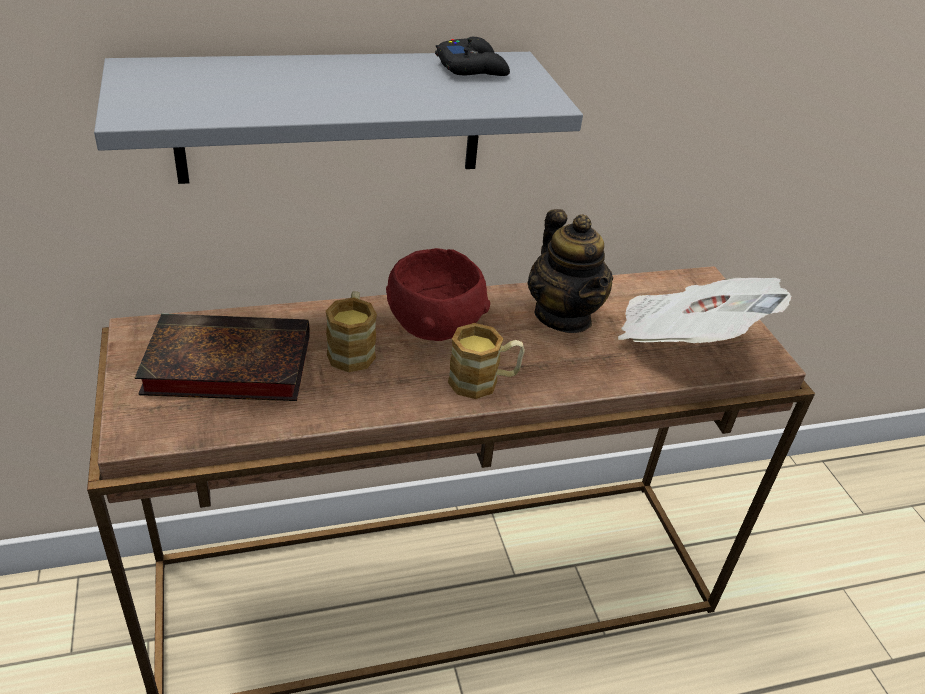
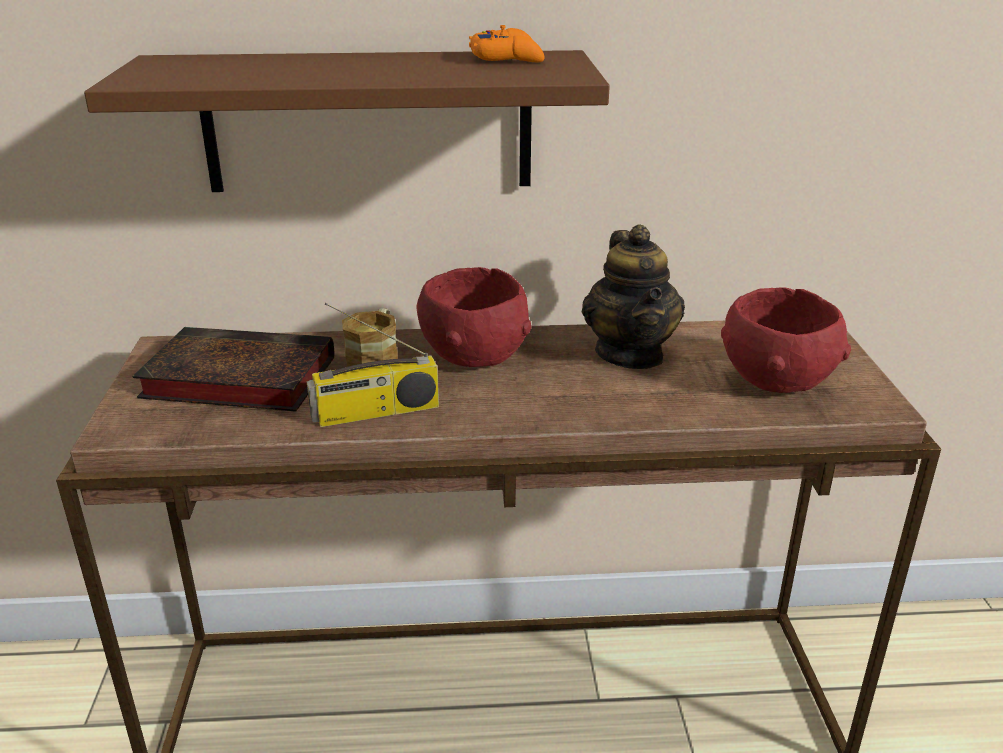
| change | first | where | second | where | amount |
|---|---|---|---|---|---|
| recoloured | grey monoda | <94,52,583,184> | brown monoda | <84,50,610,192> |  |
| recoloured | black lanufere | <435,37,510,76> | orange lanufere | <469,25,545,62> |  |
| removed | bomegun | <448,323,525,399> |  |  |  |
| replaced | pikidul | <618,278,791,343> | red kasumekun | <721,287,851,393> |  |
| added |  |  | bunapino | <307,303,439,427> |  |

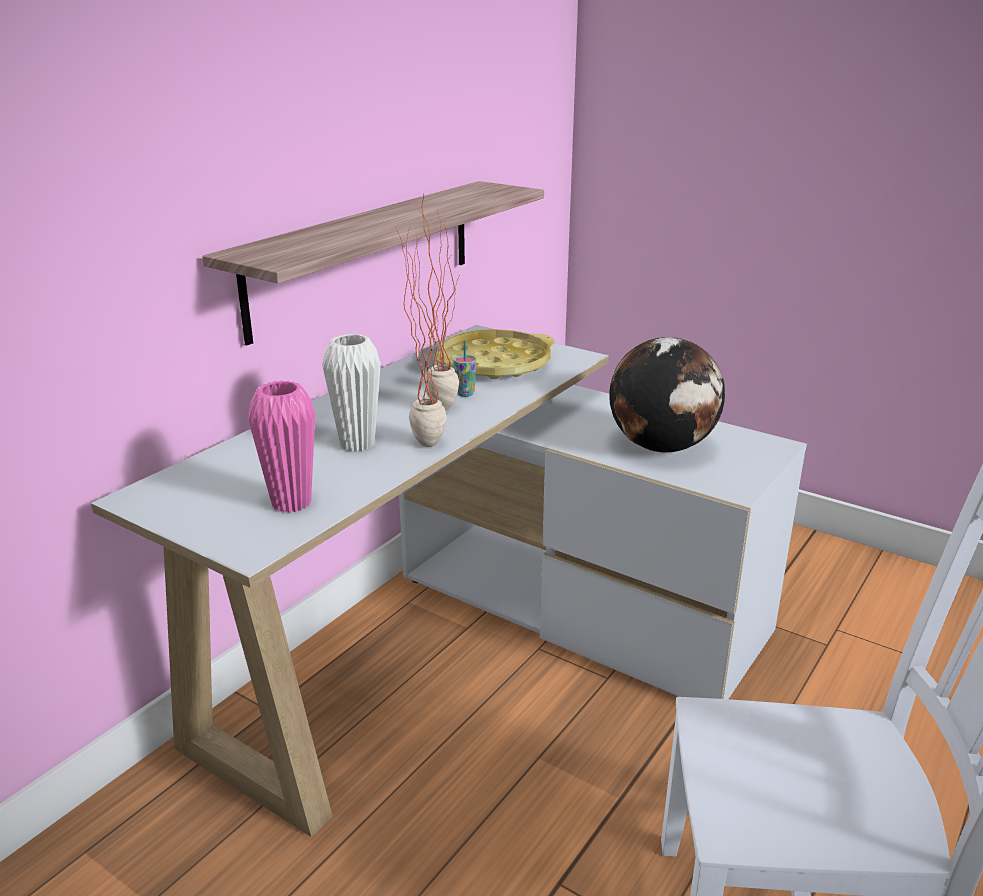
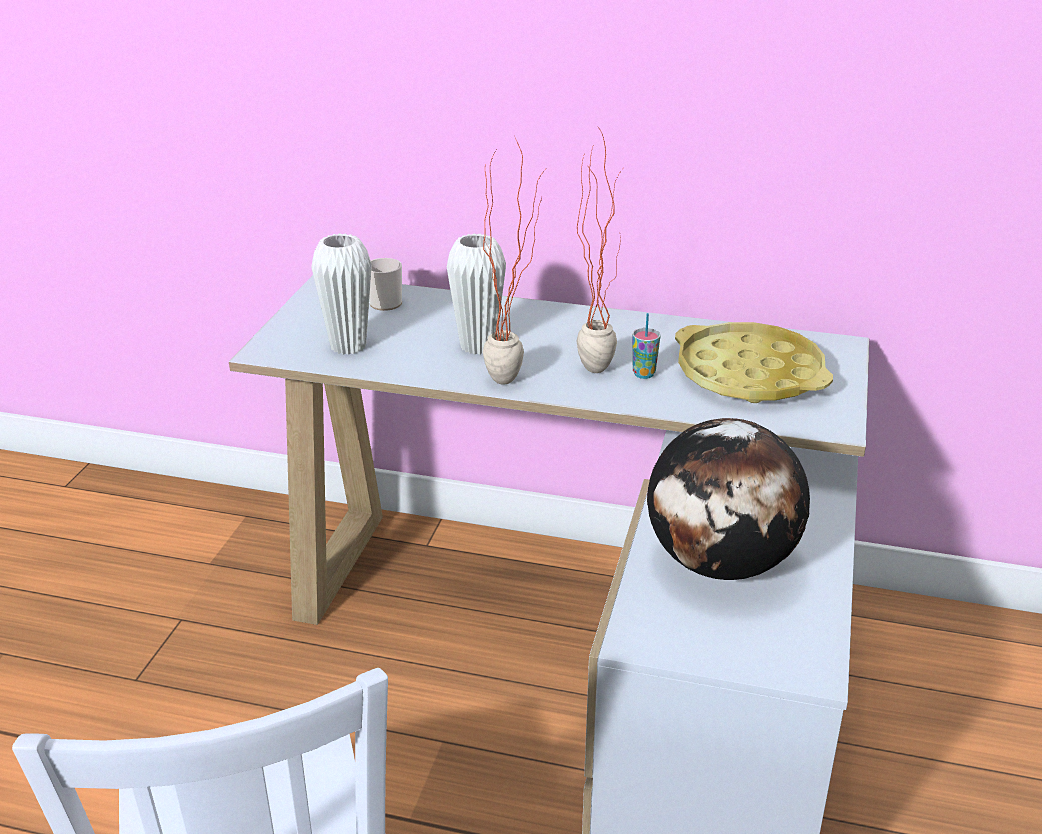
| change | first | where | second | where | amount |
|---|---|---|---|---|---|
| removed | monoda | <202,181,544,345> |  |  |  |
| recoloured | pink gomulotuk | <248,380,315,513> | white gomulotuk | <311,233,372,355> |  |
| added |  |  | bomegun | <369,258,402,311> |  |

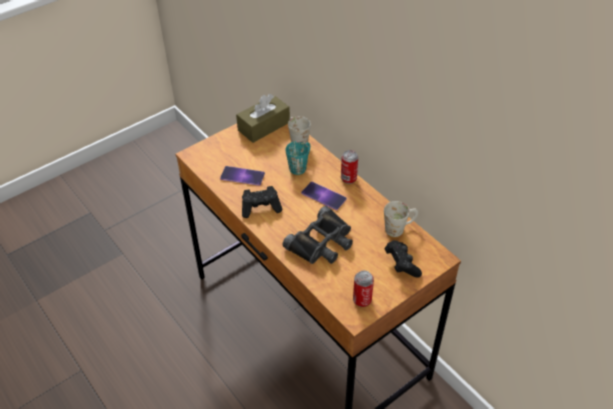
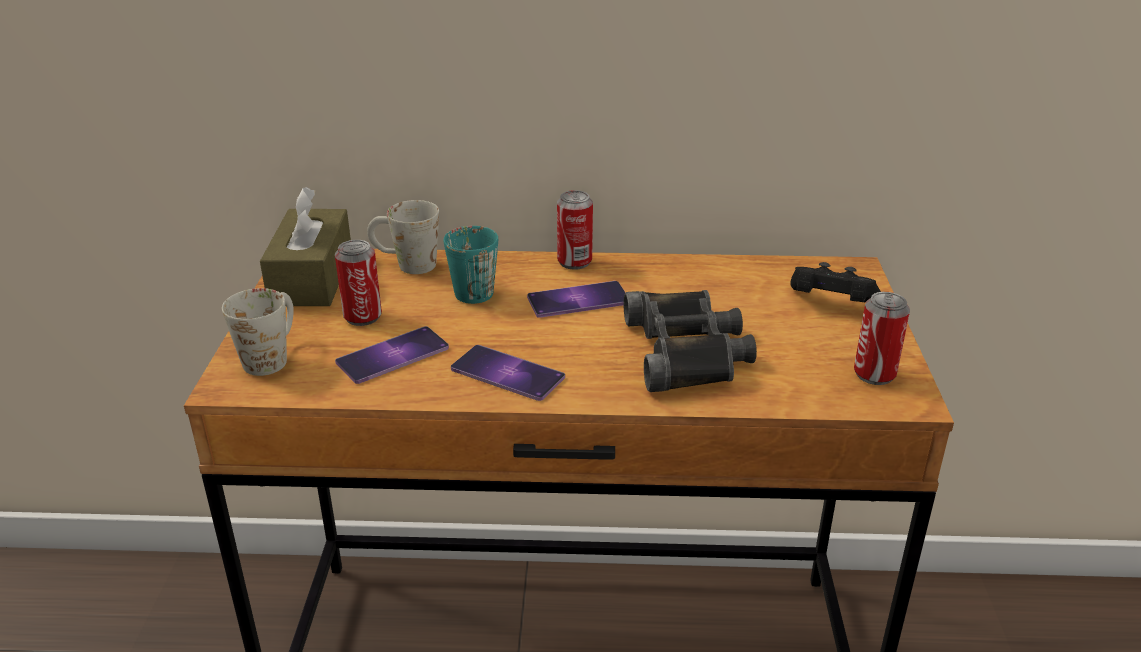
| change | first | where | second | where | amount |
|---|---|---|---|---|---|
| replaced | black lanufere | <242,186,282,218> | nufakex | <451,345,565,401> |  |
| moved | white bomegun | <384,201,418,237> |  | <222,288,294,376> |  |
| added |  |  | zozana | <335,240,382,326> |  |

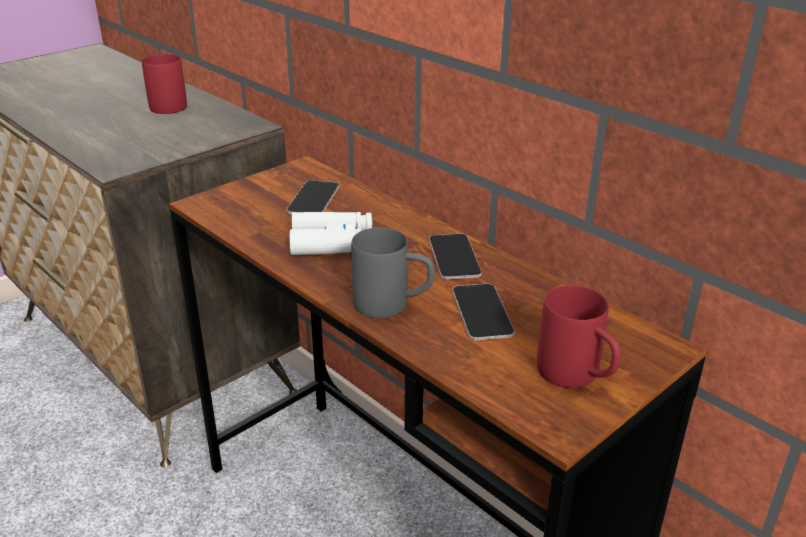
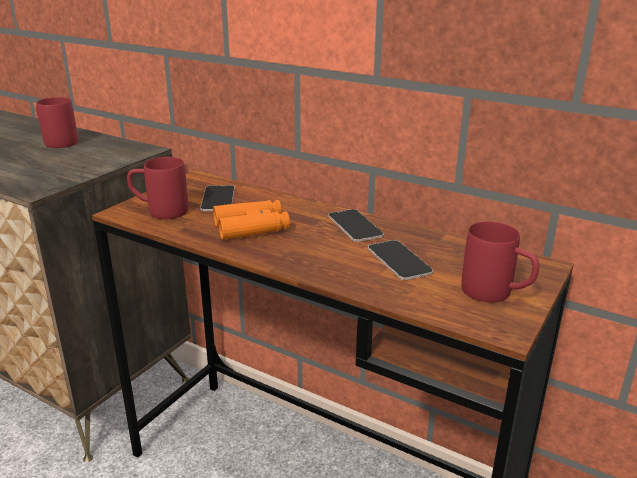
| change | first | where | second | where | amount |
|---|---|---|---|---|---|
| recoloured | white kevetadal | <290,212,372,255> | orange kevetadal | <213,200,290,240> |  |
| removed | grey bomegun | <351,227,435,318> |  |  |  |
| added |  |  | red bomegun | <127,157,188,219> |  |

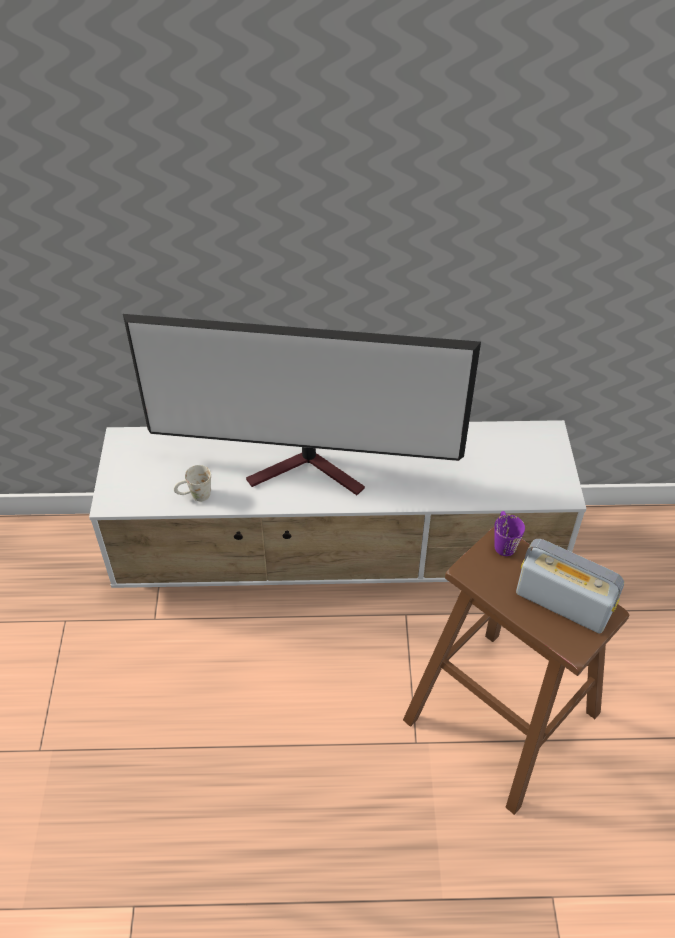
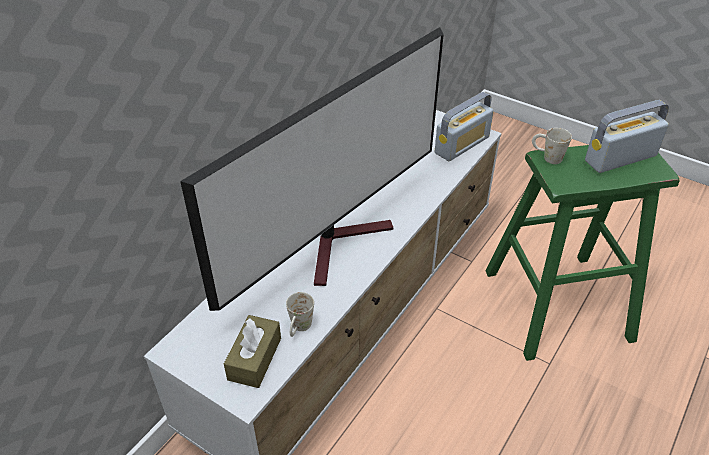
| change | first | where | second | where | amount |
|---|---|---|---|---|---|
| recoloured | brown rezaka | <403,527,629,815> | green rezaka | <486,145,679,361> |  |
| recoloured | purple bomegun | <494,511,525,556> | white bomegun | <532,128,572,164> |  |
| added |  |  | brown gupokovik | <224,315,281,388> |  |
| added |  |  | bunapino | <435,92,494,161> |  |

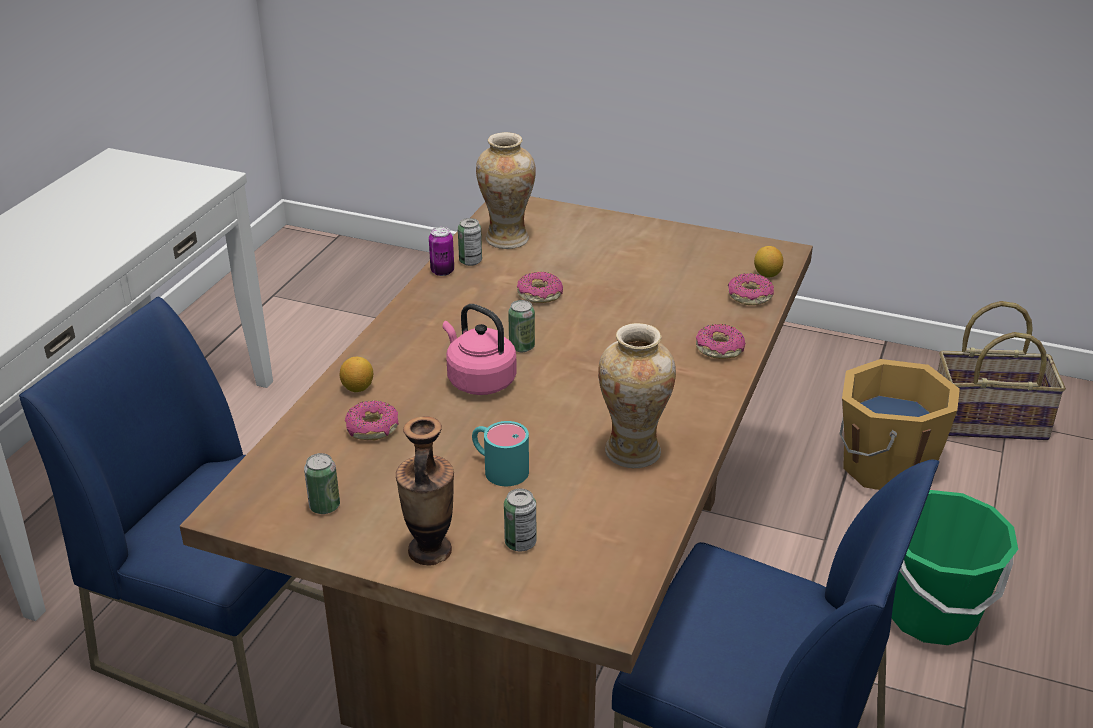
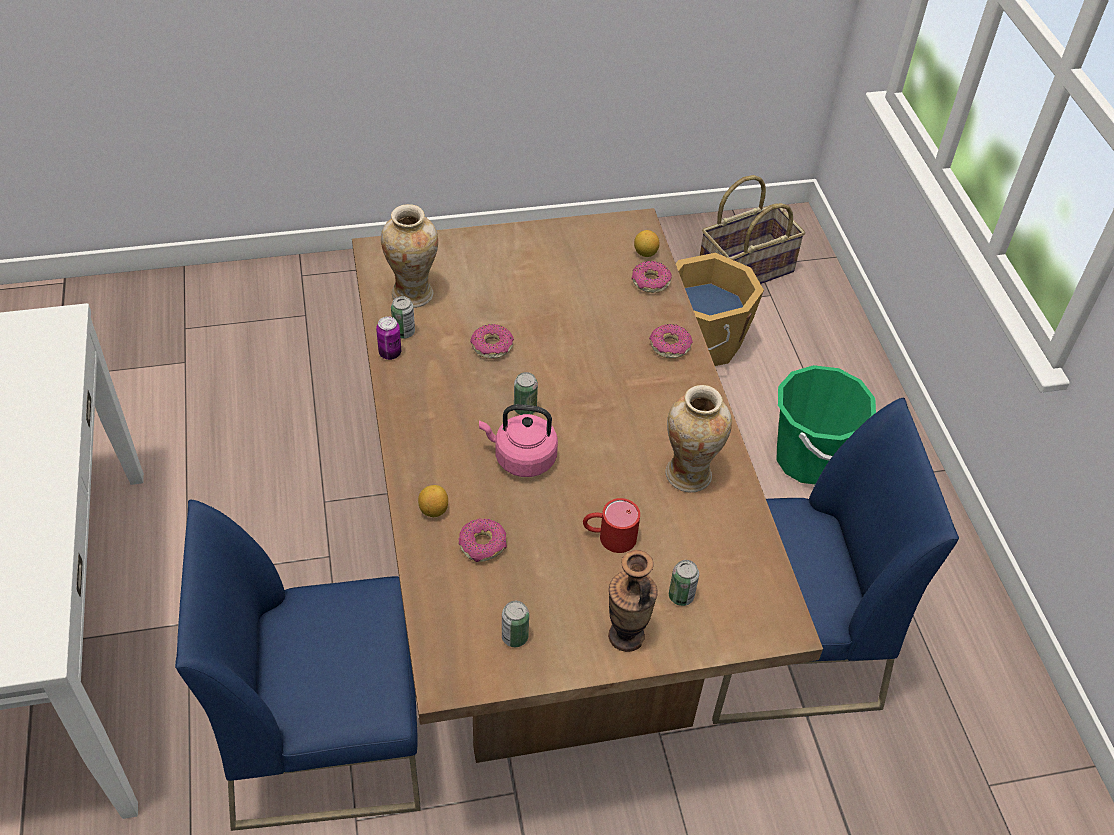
| change | first | where | second | where | amount |
|---|---|---|---|---|---|
| recoloured | turquoise bomegun | <472,421,529,486> | red bomegun | <583,498,640,553> |  |

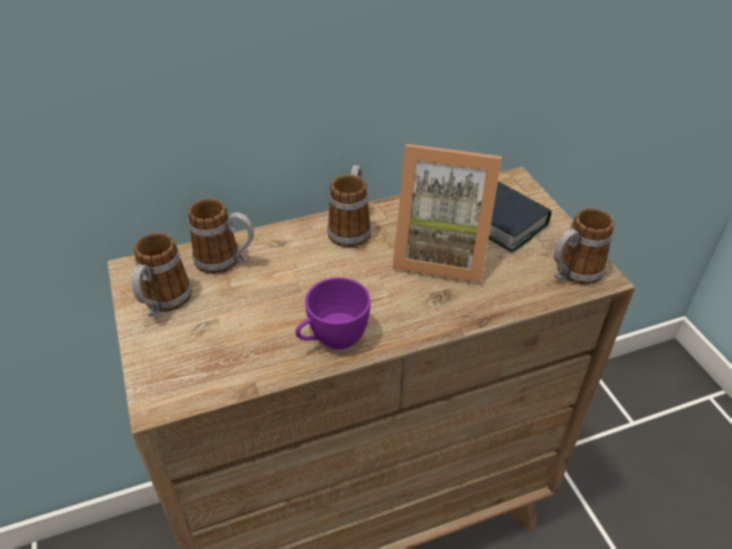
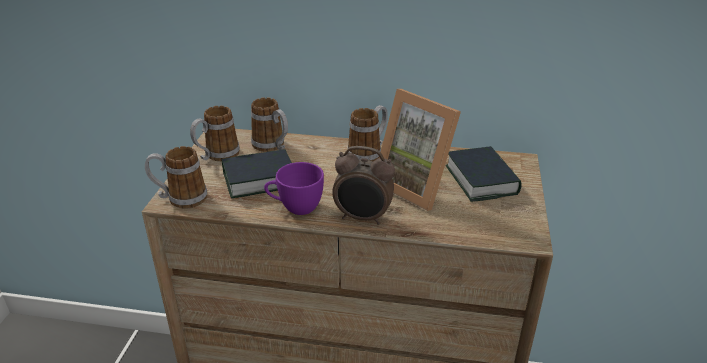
| change | first | where | second | where | amount |
|---|---|---|---|---|---|
| moved | bomegun | <554,208,614,285> |  | <145,146,208,209> |  |
| added |  |  | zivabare | <222,149,292,198> |  |
| added |  |  | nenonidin | <332,146,395,225> |  |

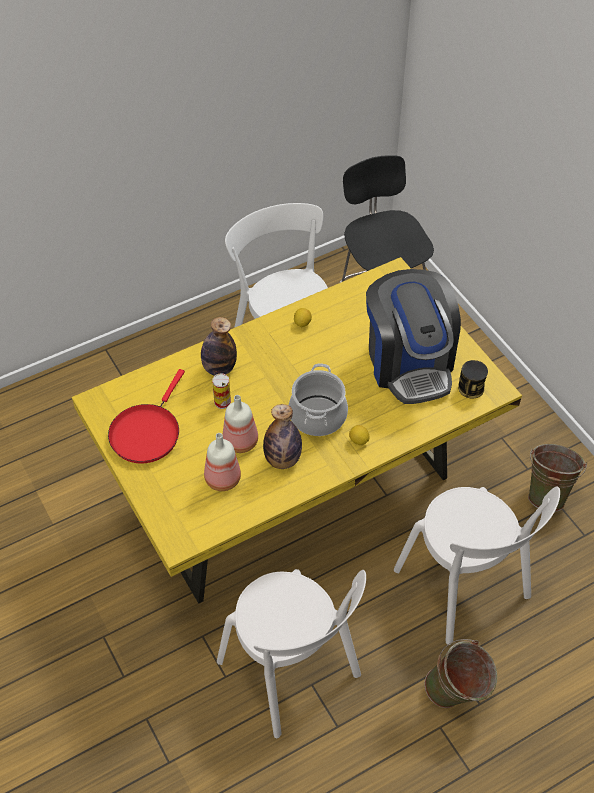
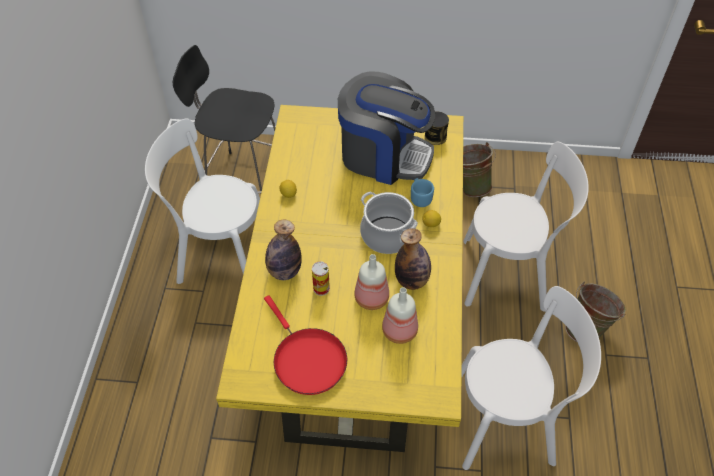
| change | first | where | second | where | amount |
|---|---|---|---|---|---|
| added |  |  | blue bomegun | <411,178,434,207> |  |

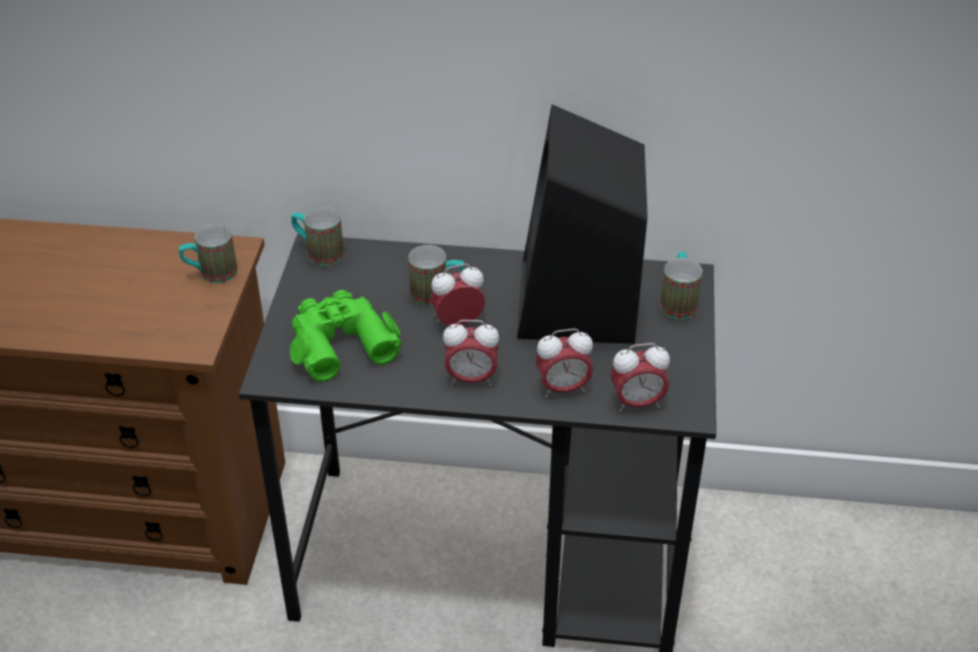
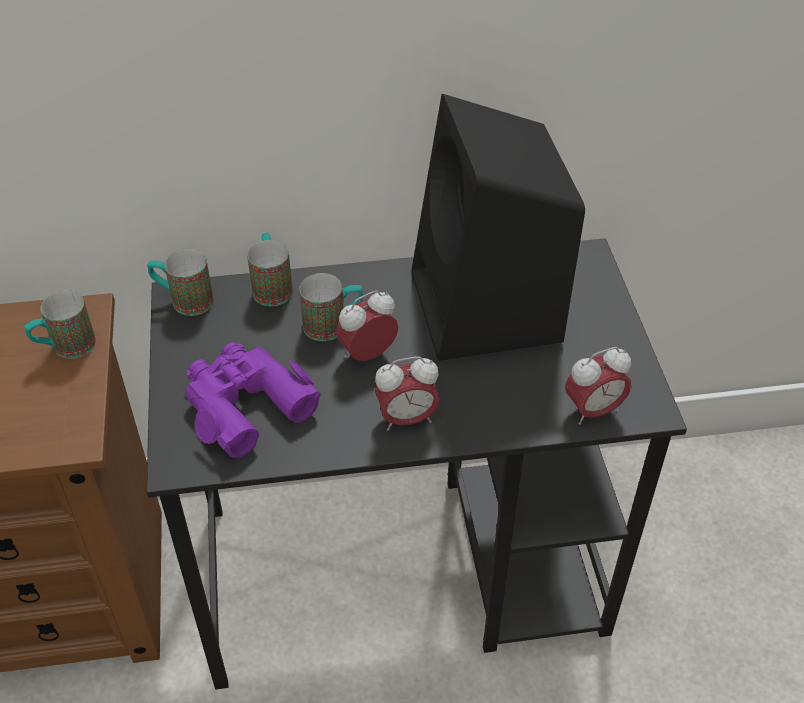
| change | first | where | second | where | amount |
|---|---|---|---|---|---|
| recoloured | green kevetadal | <290,290,402,382> | purple kevetadal | <185,342,321,458> |  |
| removed | nenonidin | <536,328,593,398> |  |  |  |
| moved | bomegun | <660,251,702,320> |  | <247,233,293,306> |  |

